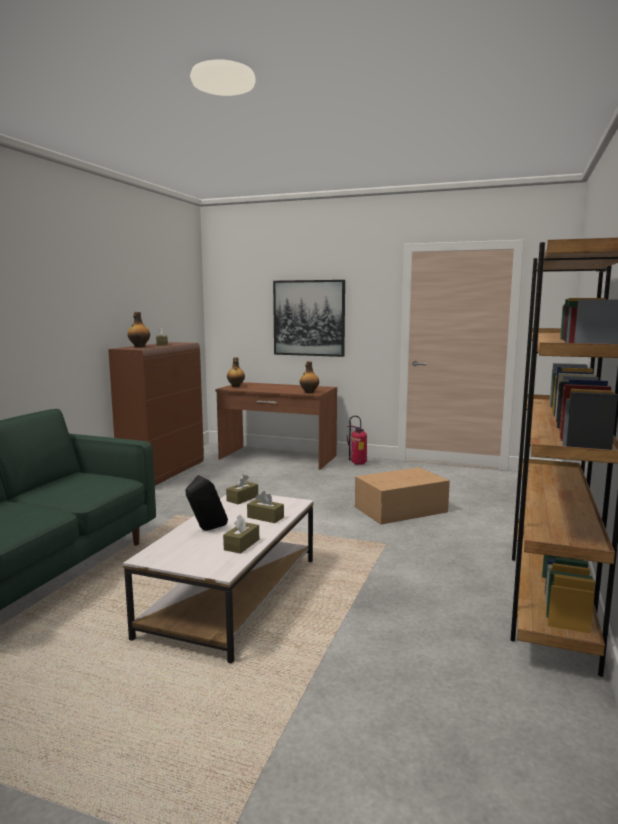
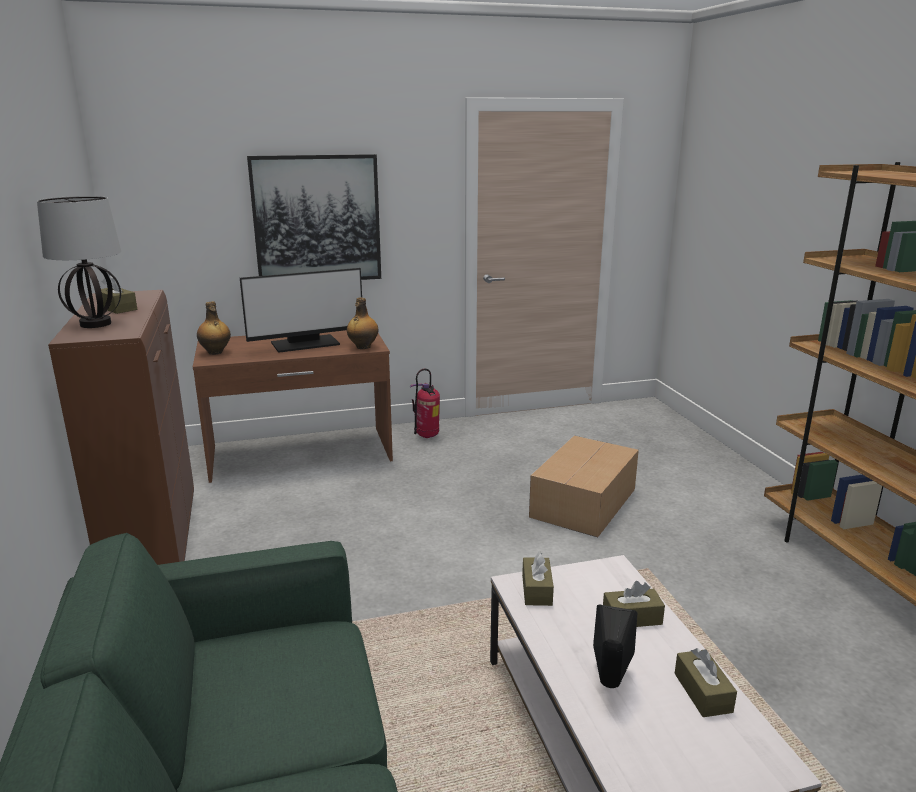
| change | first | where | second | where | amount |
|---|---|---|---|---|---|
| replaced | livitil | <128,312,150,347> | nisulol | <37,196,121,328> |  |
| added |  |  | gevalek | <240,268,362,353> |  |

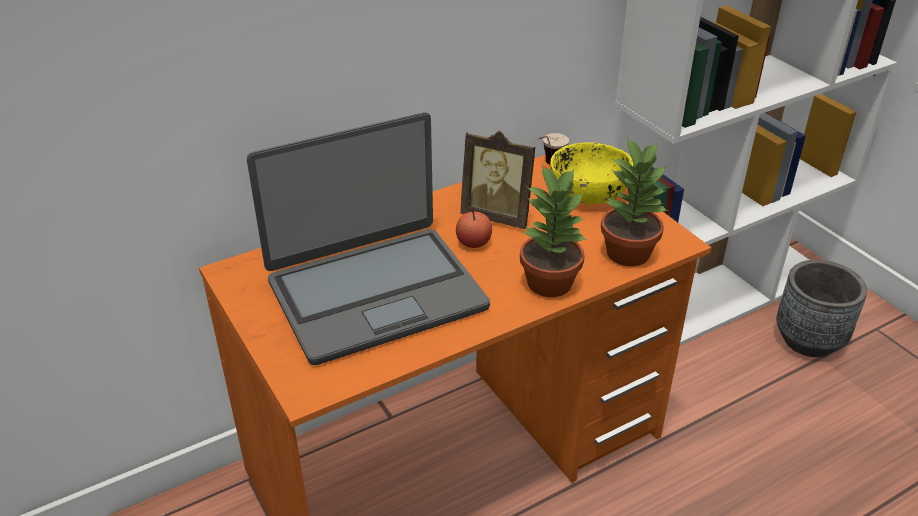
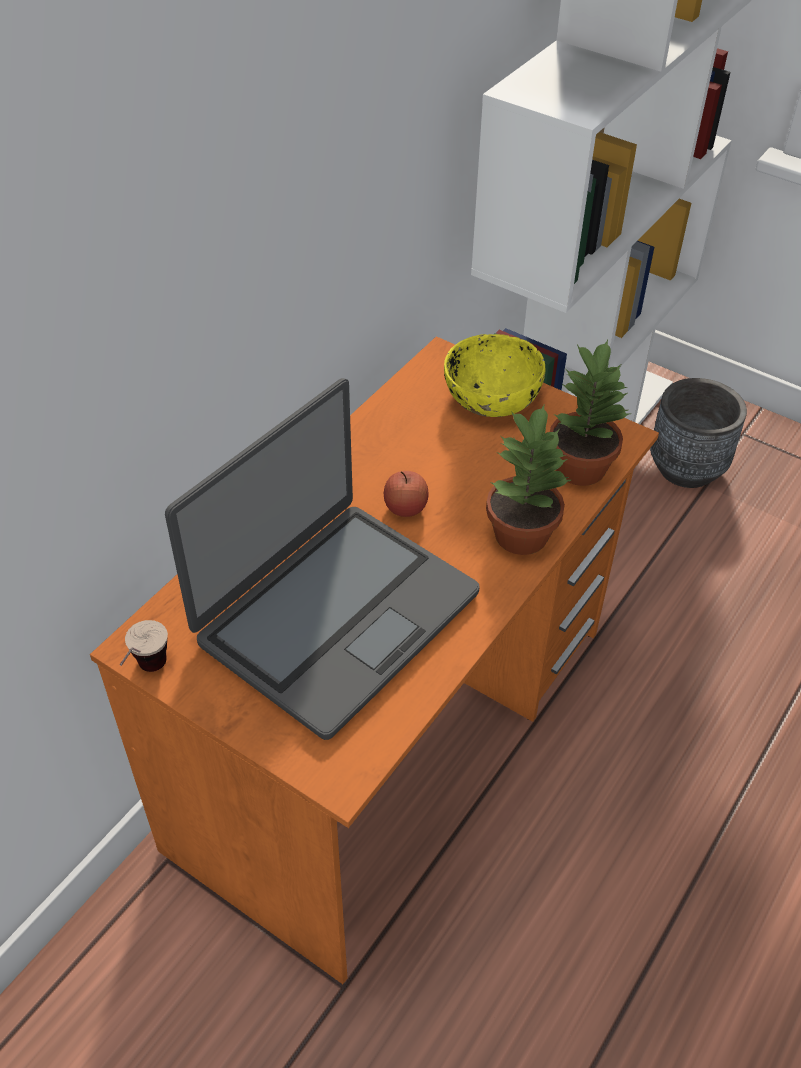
| change | first | where | second | where | amount |
|---|---|---|---|---|---|
| removed | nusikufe | <460,131,535,229> |  |  |  |
| moved | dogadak | <538,133,569,165> |  | <120,620,168,672> |  |

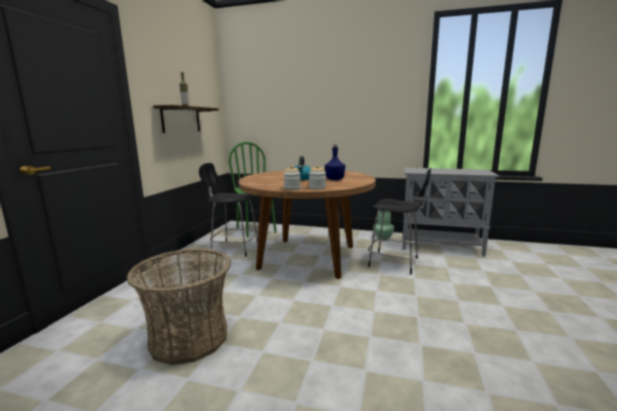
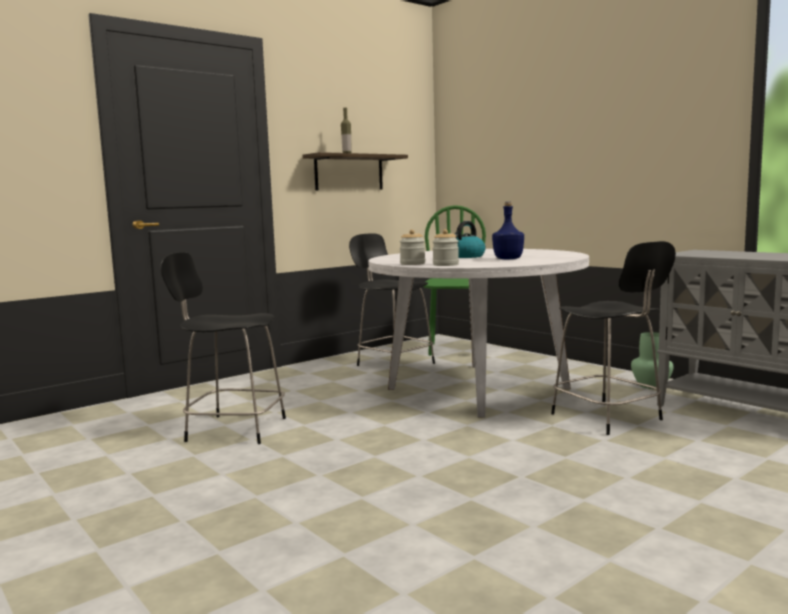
| change | first | where | second | where | amount |
|---|---|---|---|---|---|
| replaced | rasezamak | <127,248,231,365> | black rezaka | <161,252,286,444> |  |
| recoloured | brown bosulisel | <239,170,376,279> | white bosulisel | <368,249,589,418> |  |

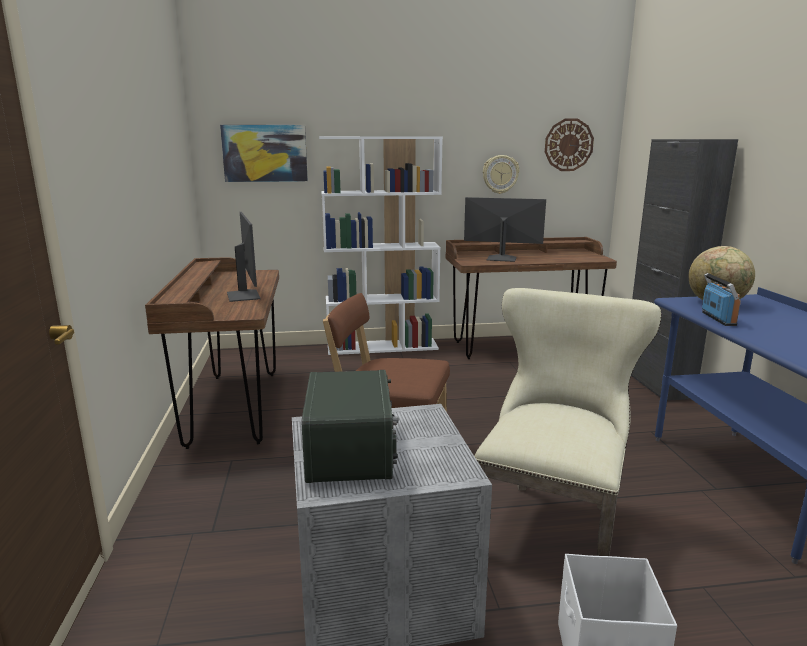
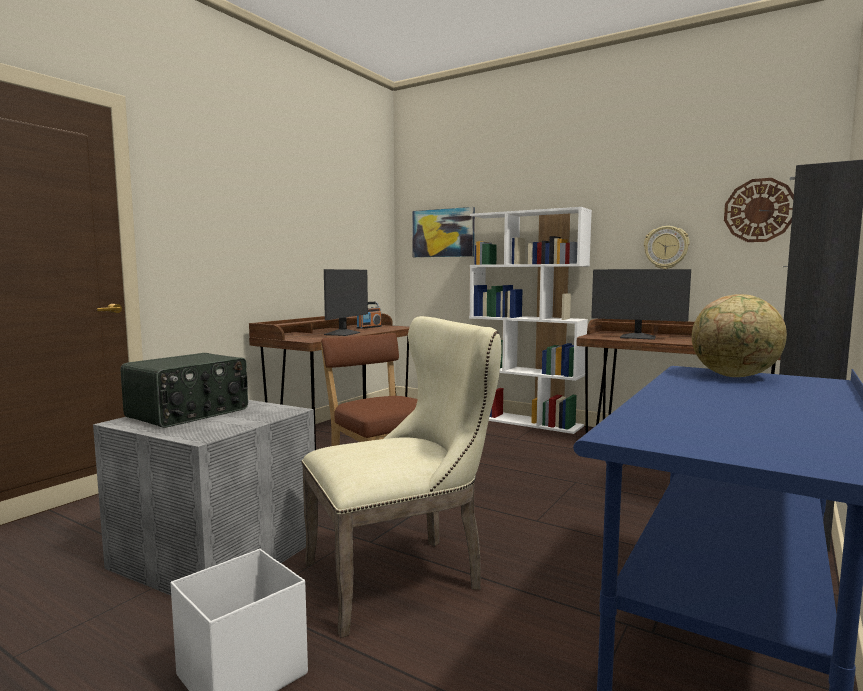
| change | first | where | second | where | amount |
|---|---|---|---|---|---|
| turned | gevalek | <464,197,546,262> |  | <591,269,691,340> | 150 degrees clockwise |
| moved | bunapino | <702,273,741,326> |  | <357,302,382,329> |  |

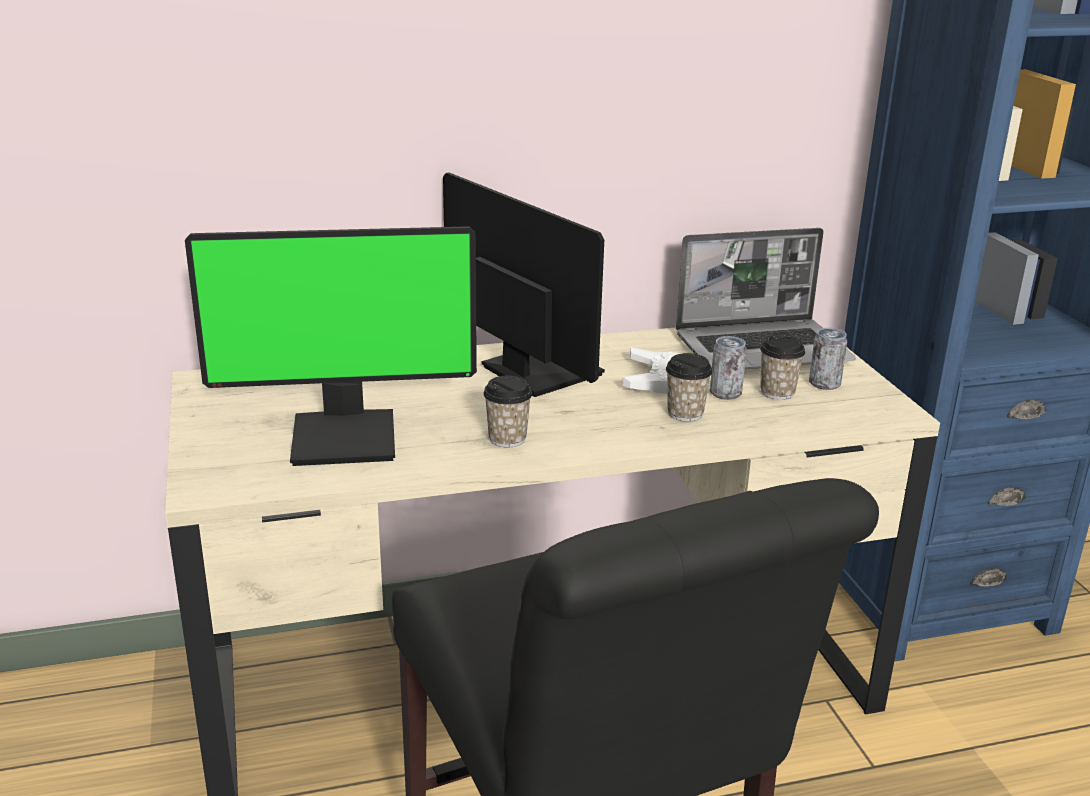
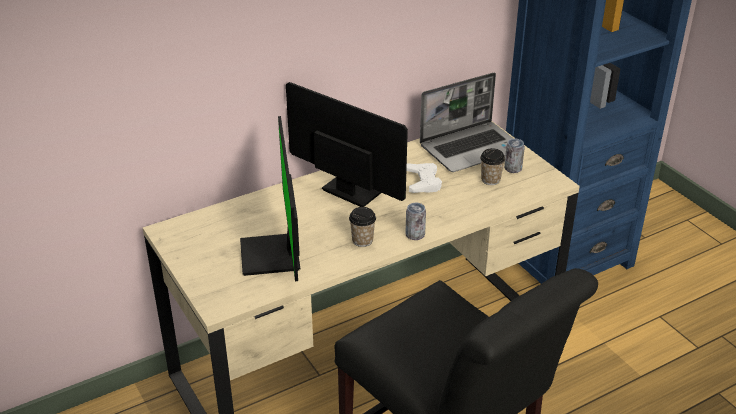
| change | first | where | second | where | amount |
|---|---|---|---|---|---|
| turned | gevalek | <185,226,477,466> |  | <240,116,300,281> | 105 degrees clockwise |
| removed | dogadak | <666,353,712,422> |  |  |  |
| moved | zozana | <710,336,747,400> |  | <405,203,426,240> |  |

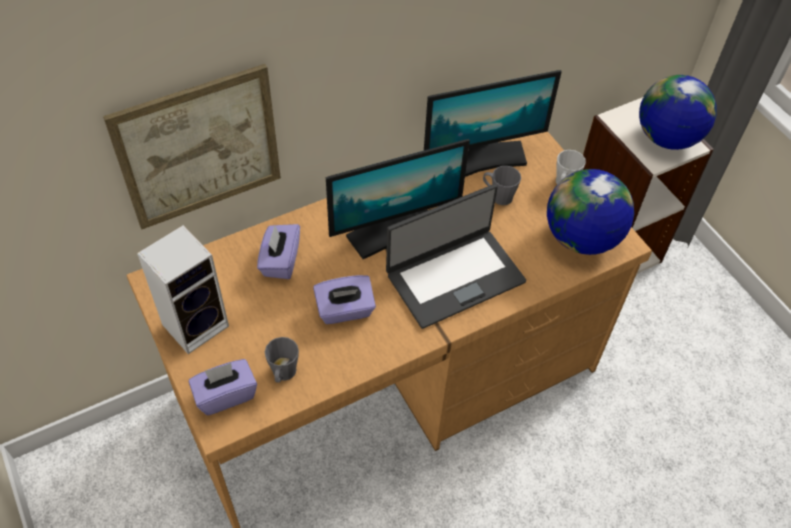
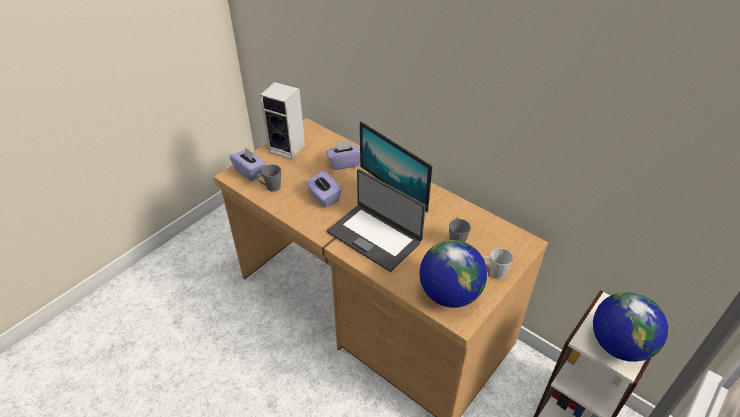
| change | first | where | second | where | amount |
|---|---|---|---|---|---|
| removed | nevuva | <103,64,281,230> |  |  |  |
| removed | gevalek | <424,70,562,177> |  |  |  |

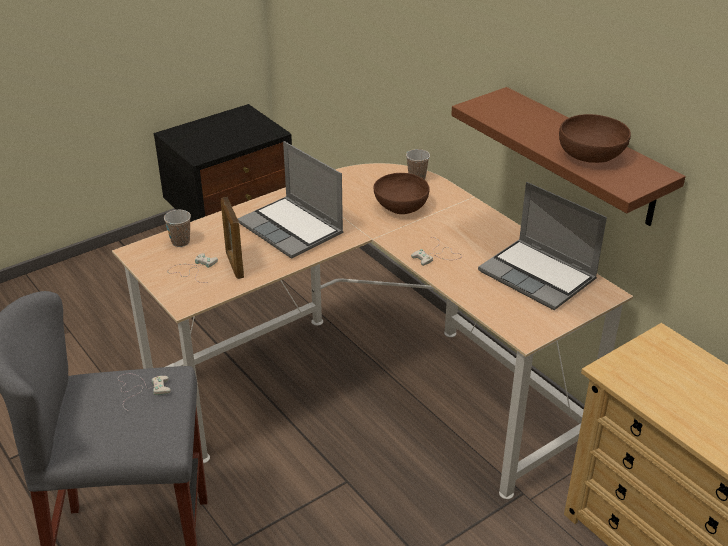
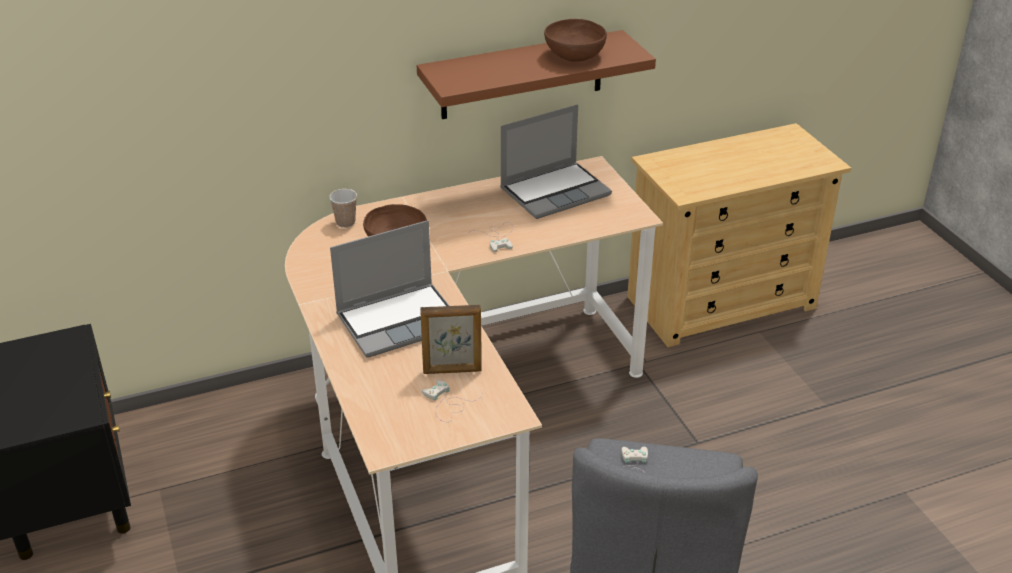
| change | first | where | second | where | amount |
|---|---|---|---|---|---|
| removed | dogadak | <164,210,191,247> |  |  |  |

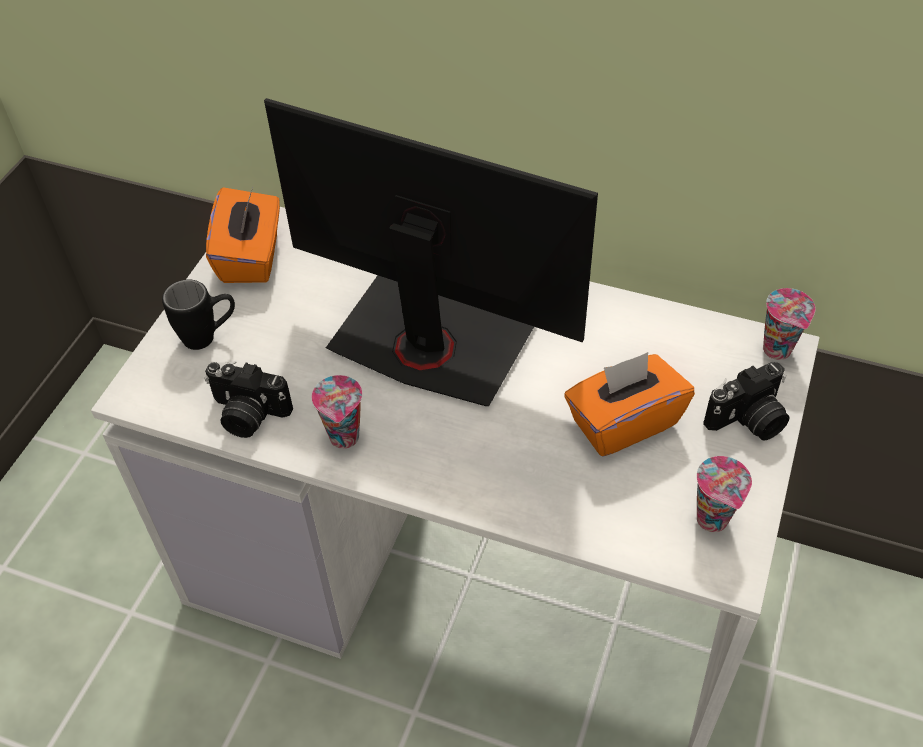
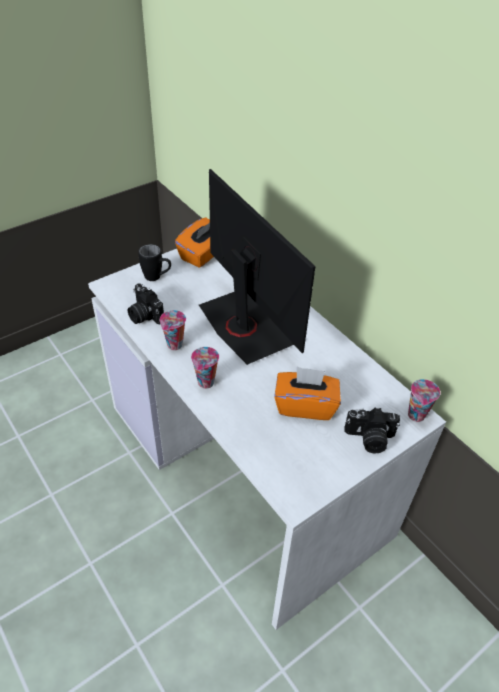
| change | first | where | second | where | amount |
|---|---|---|---|---|---|
| moved | dogadak | <697,456,752,532> |  | <191,347,219,389> |  |

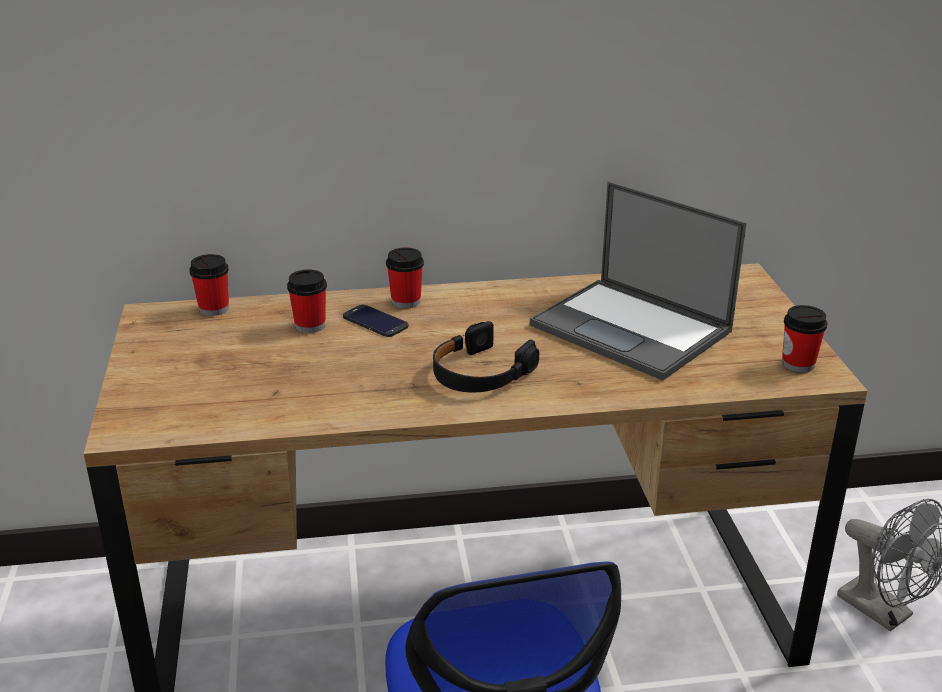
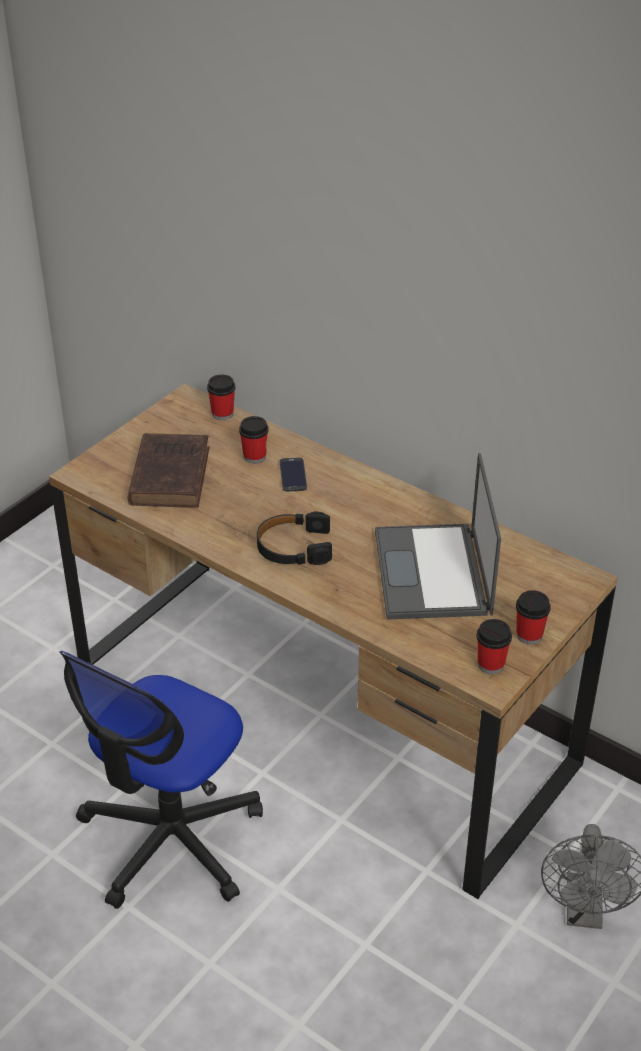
| change | first | where | second | where | amount |
|---|---|---|---|---|---|
| moved | dogadak | <386,248,424,309> |  | <516,590,551,645> |  |
| added |  |  | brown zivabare | <128,433,210,508> |  |

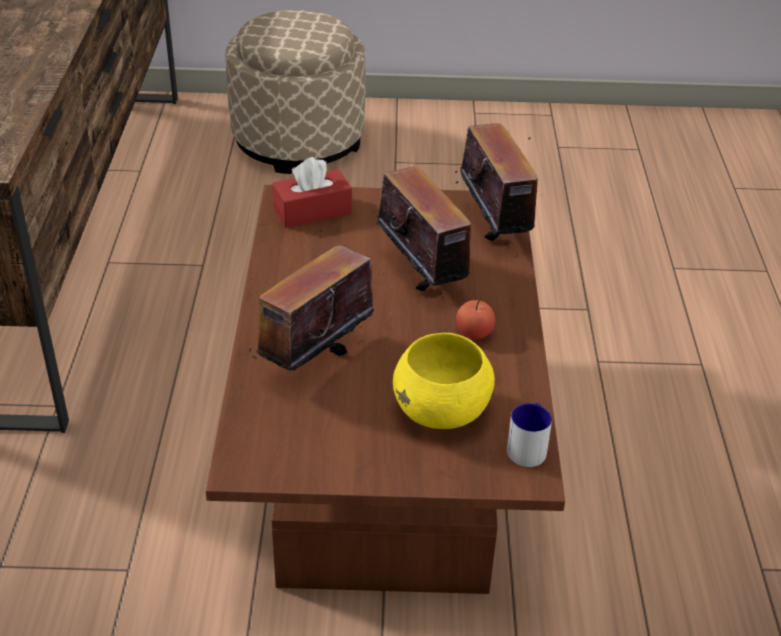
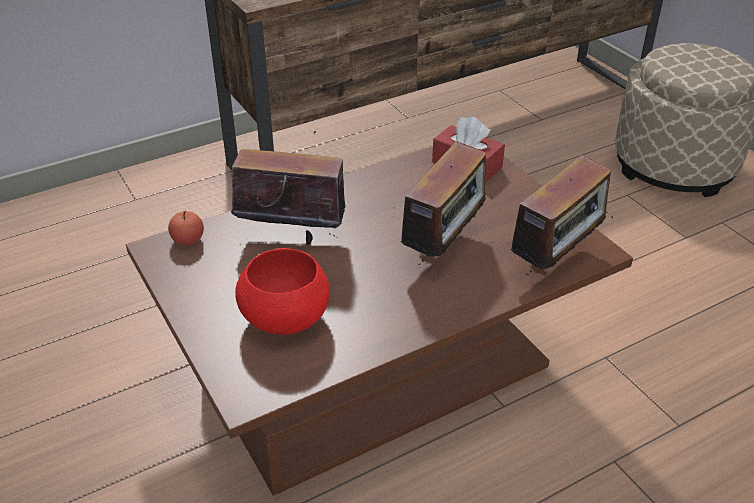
| change | first | where | second | where | amount |
|---|---|---|---|---|---|
| recoloured | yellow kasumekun | <393,333,495,429> | red kasumekun | <235,248,330,335> |  |
| moved | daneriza | <456,298,495,339> |  | <168,211,204,246> |  |
| removed | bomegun | <507,403,552,467> |  |  |  |

